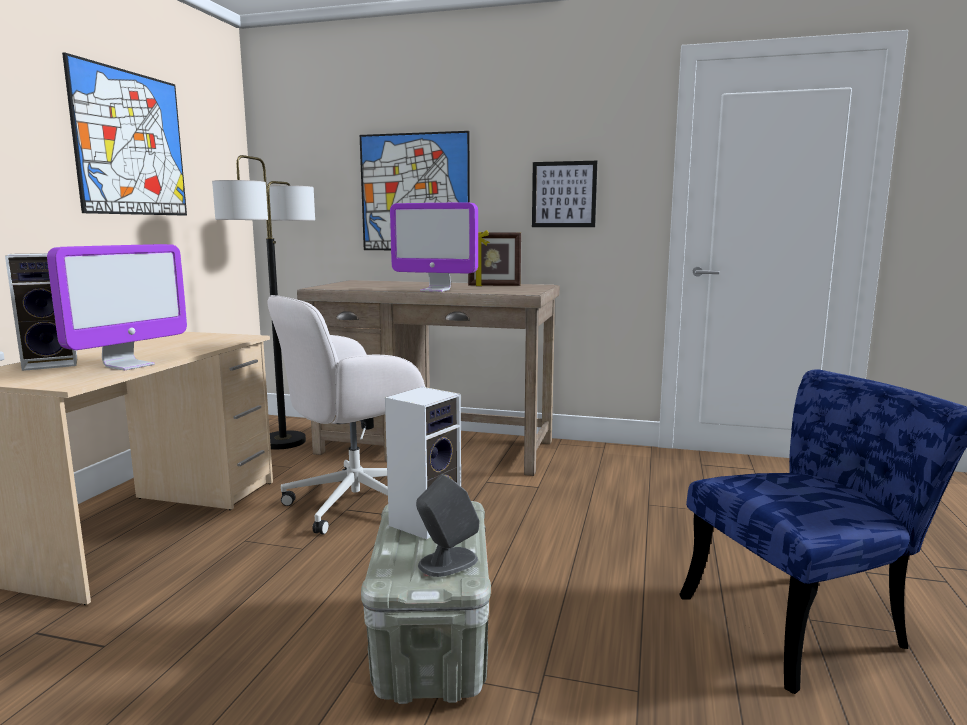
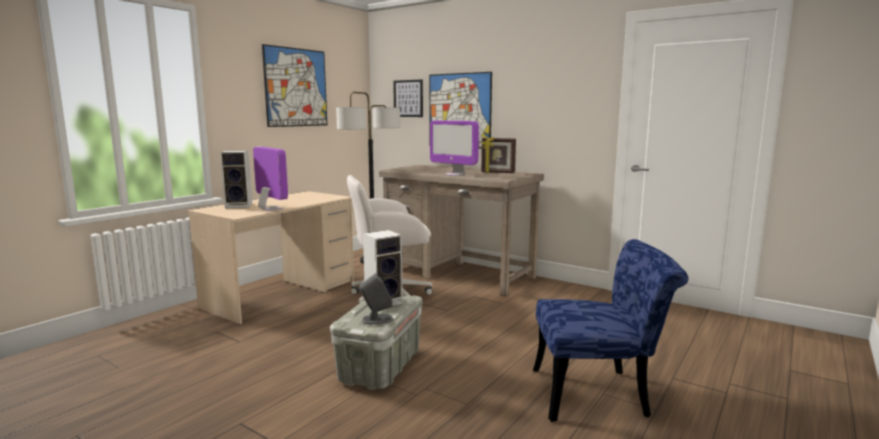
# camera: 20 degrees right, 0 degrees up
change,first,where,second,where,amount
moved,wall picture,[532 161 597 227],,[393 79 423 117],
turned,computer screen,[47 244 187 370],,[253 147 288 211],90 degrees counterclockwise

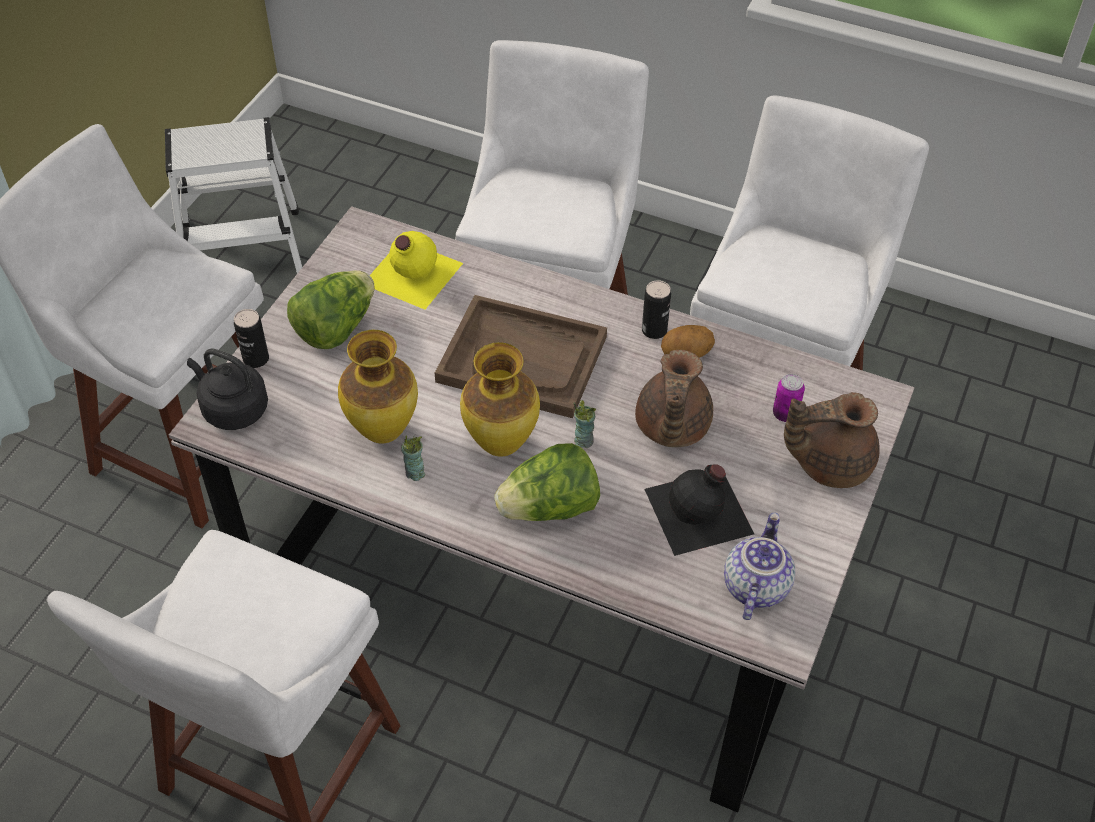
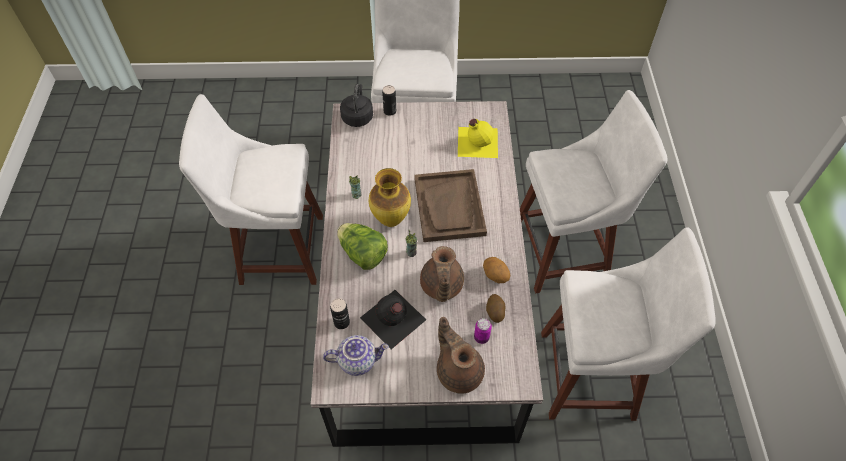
# camera: 65 degrees right, 5 degrees up
change,first,where,second,where,amount
removed,white step ladder,[165 117 302 273],,,
removed,lettuce,[287 270 374 349],,,
moved,sealed can,[642 280 671 339],,[330 298 350 329],
removed,vase,[338 330 418 444],,,
turned,brown tea pot,[635 350 713 447],,[420 246 464 302],75 degrees counterclockwise
added,,,spud,[486 294 505 323],

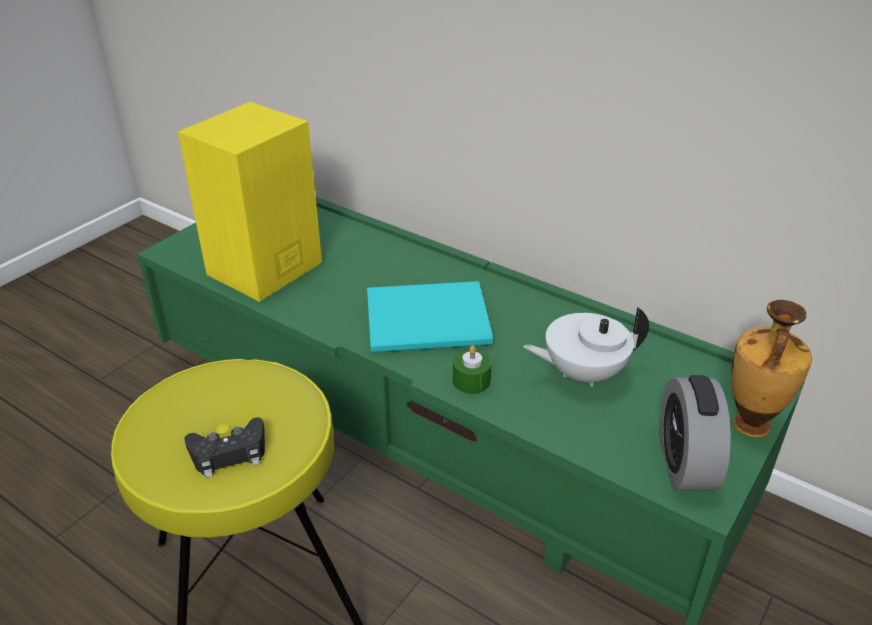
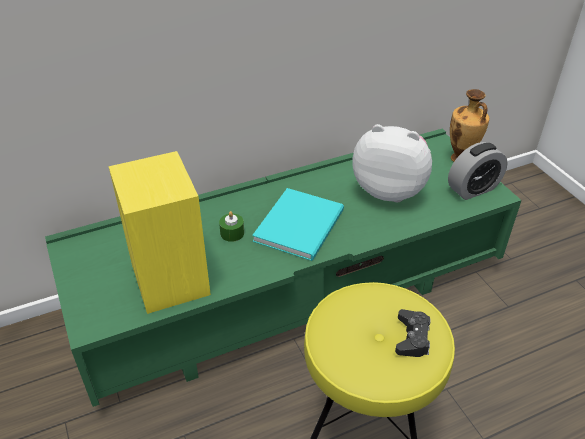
# camera: 60 degrees left, 5 degrees up
change,first,where,second,where,amount
replaced,white tea pot,[523 307 649 387],cuddly toy,[352 124 432 202],
moved,greenish wax candle,[453 346 491 394],,[219 211 244 242],
turned,alarm clock,[660 375 731 491],,[448 142 508 200],60 degrees counterclockwise

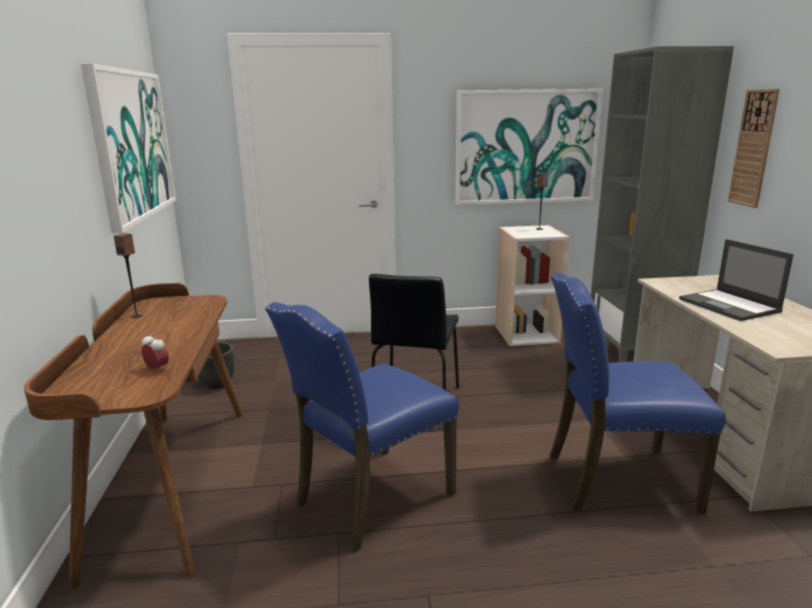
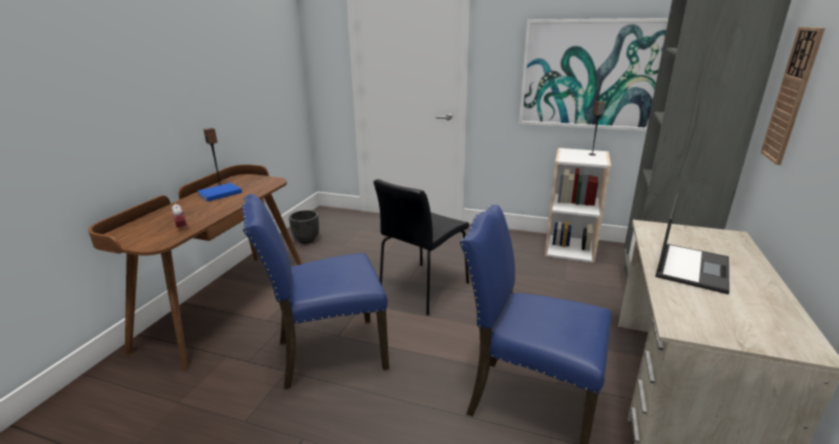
# camera: 25 degrees right, 5 degrees up
change,first,where,second,where,amount
removed,wall picture,[81 64 176 233],,,
turned,laptop,[679 239 794 321],,[655 193 730 294],150 degrees counterclockwise
added,,,blue book,[197 183 242 202],

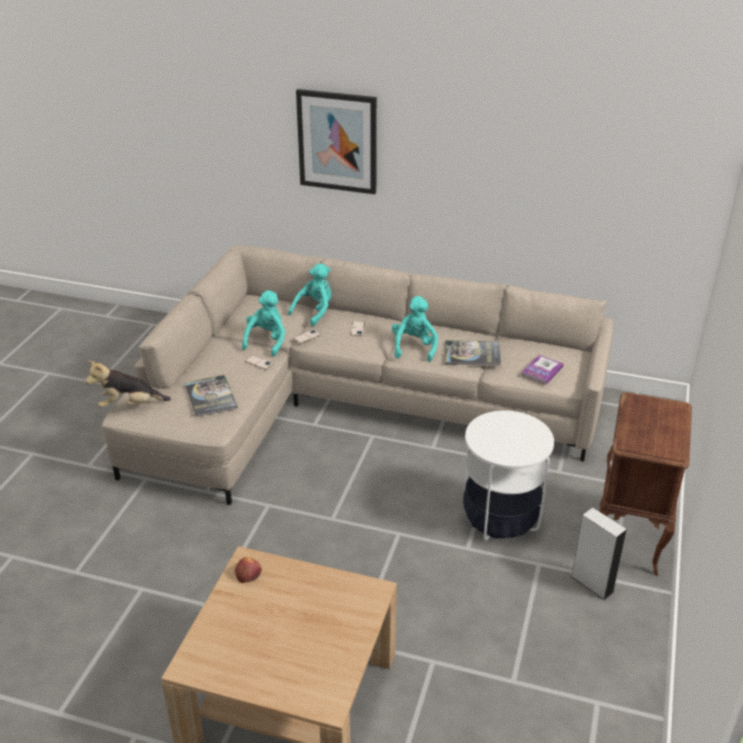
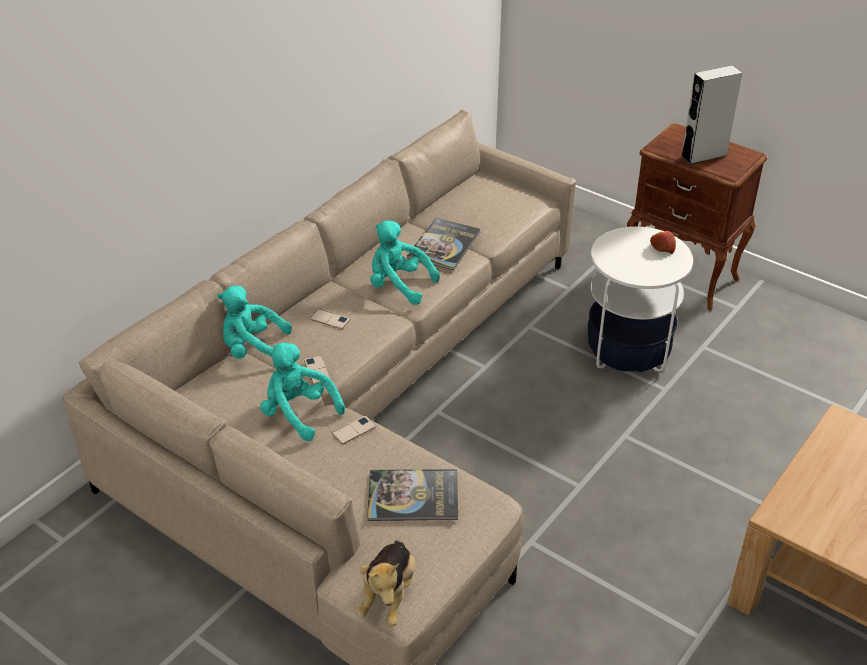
# camera: 70 degrees left, 5 degrees up
change,first,where,second,where,amount
removed,wall picture,[296 89 377 194],,,
turned,turquoise cuddly toy,[288 263 331 326],,[217 286 292 359],60 degrees counterclockwise
removed,book,[522 355 564 384],,,
moved,grey loudspeaker,[571 508 627 600],,[681 65 742 165],
moved,whole apple,[235 557 262 583],,[650 231 676 254],

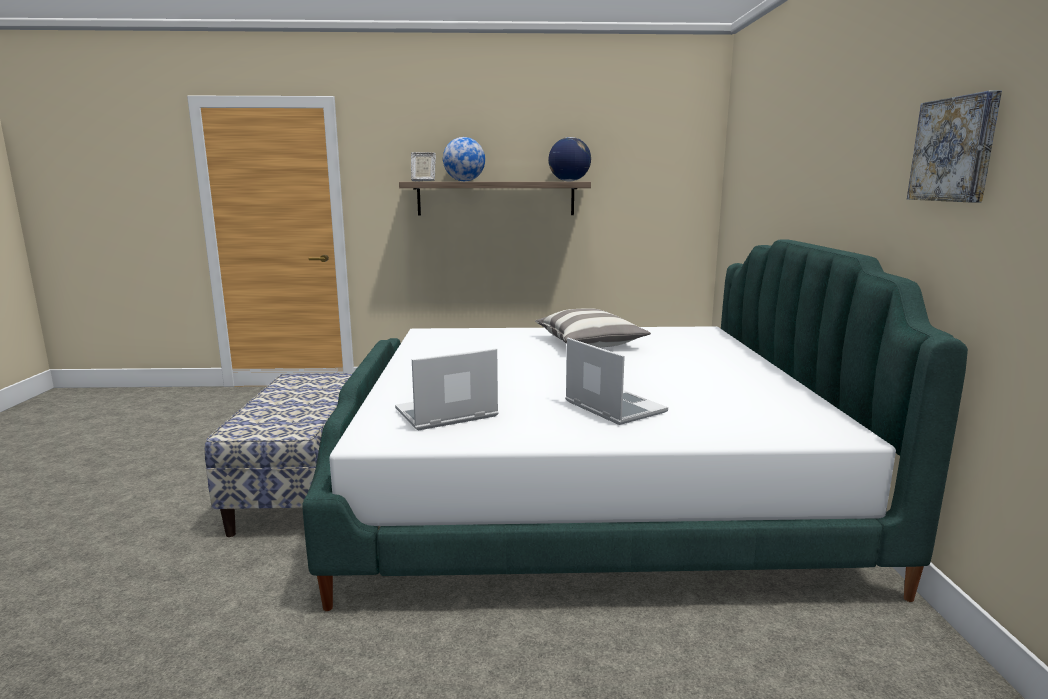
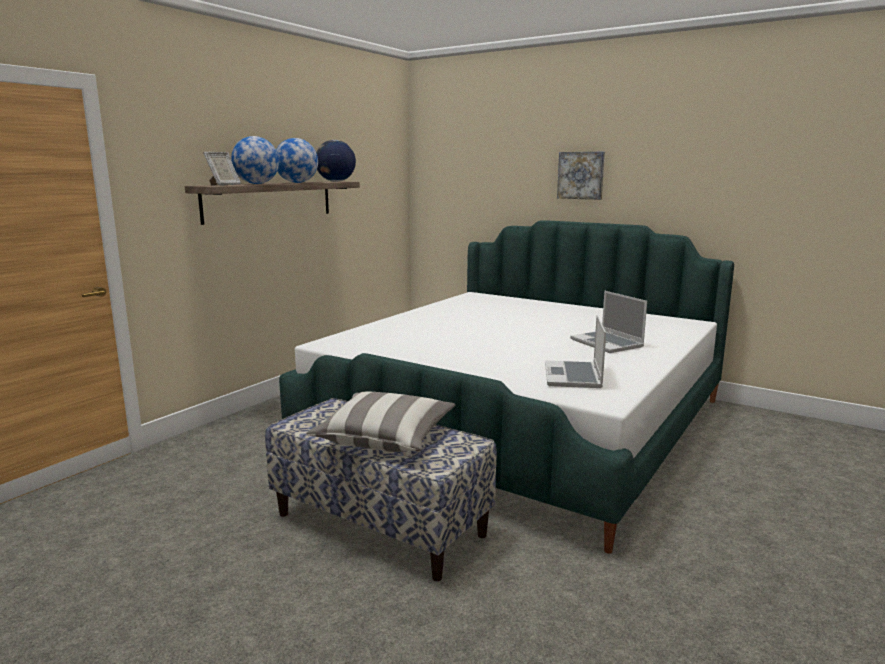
# camera: 55 degrees left, 0 degrees up
change,first,where,second,where,amount
moved,wall picture,[907 90 1002 202],,[557 152 605 200],
moved,pillow,[535 308 651 348],,[306 392 456 452],
turned,laptop,[565 338 668 425],,[570 291 647 353],120 degrees counterclockwise
added,,,world globe,[276 138 318 183],

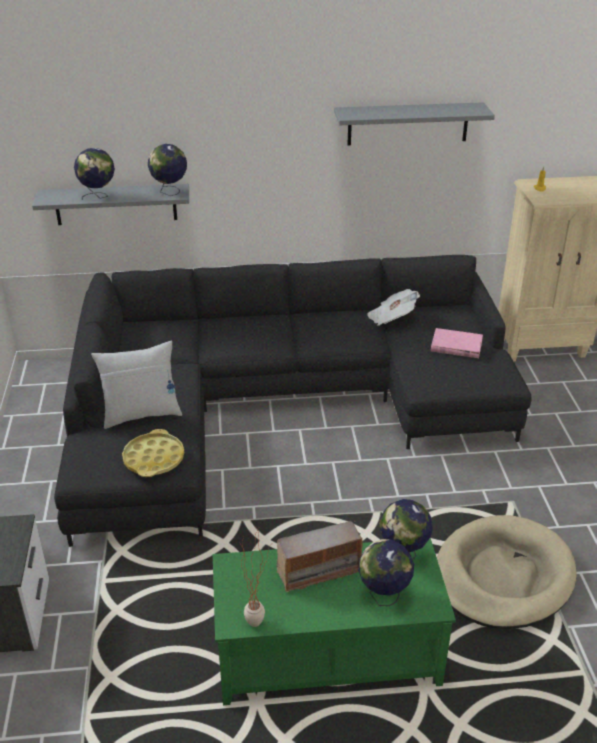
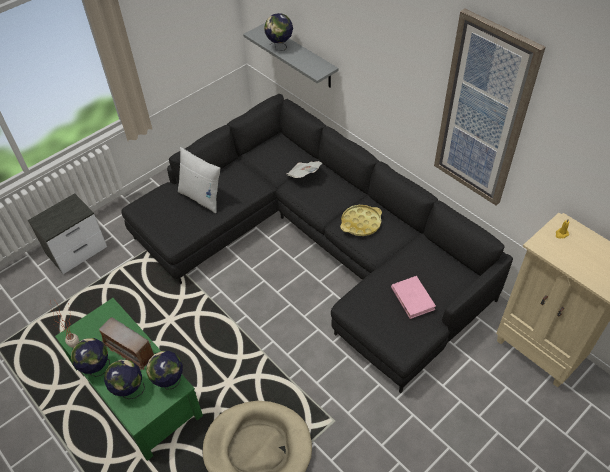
# camera: 55 degrees right, 15 degrees up
change,first,where,second,where,amount
replaced,grey wall shelf,[334 102 495 145],wall picture,[434 9 545 205],
moved,world globe,[148 144 187 196],,[71 338 110 377],
moved,printed paper,[367 289 420 326],,[287 161 323 178],
moved,yellow-coloured serving tray,[122 429 184 477],,[340 205 382 236],

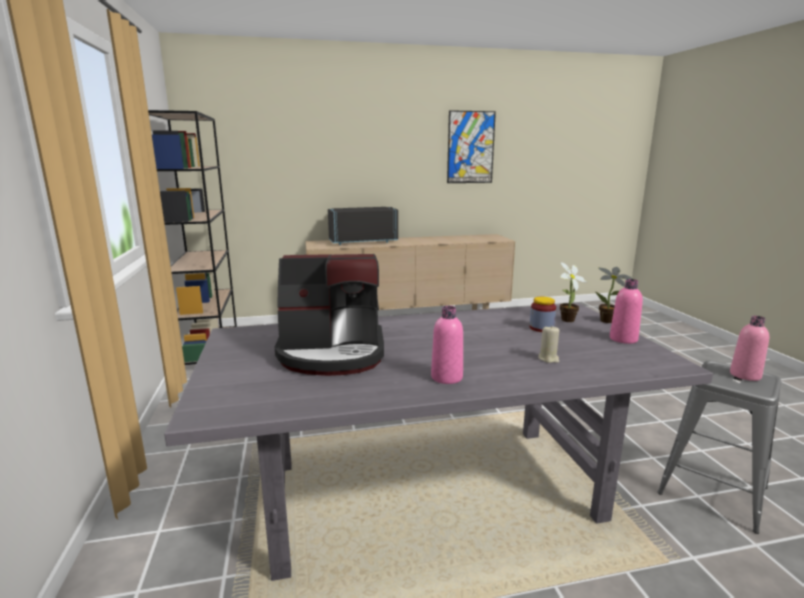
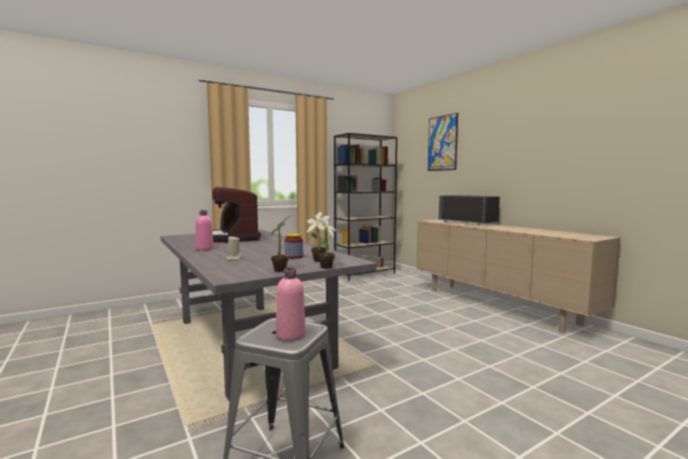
# camera: 70 degrees right, 10 degrees down
change,first,where,second,where,amount
moved,wall picture,[447 110 496 183],,[428 113 458 171],
replaced,pink-coloured drink bottle,[610 279 643 344],potted plant,[269 216 290 272],

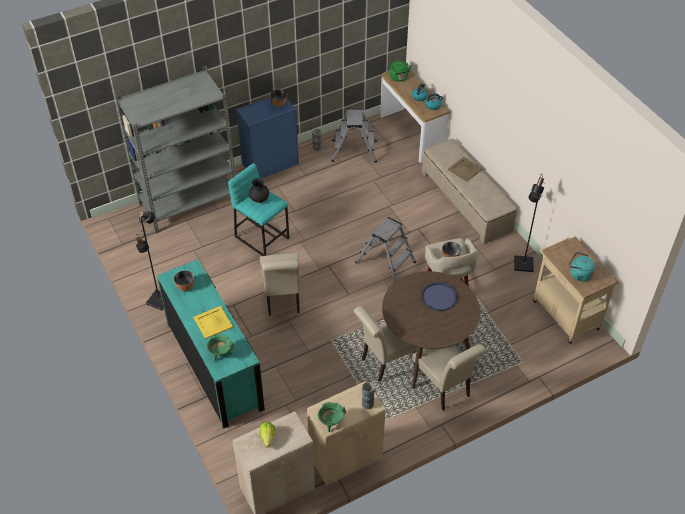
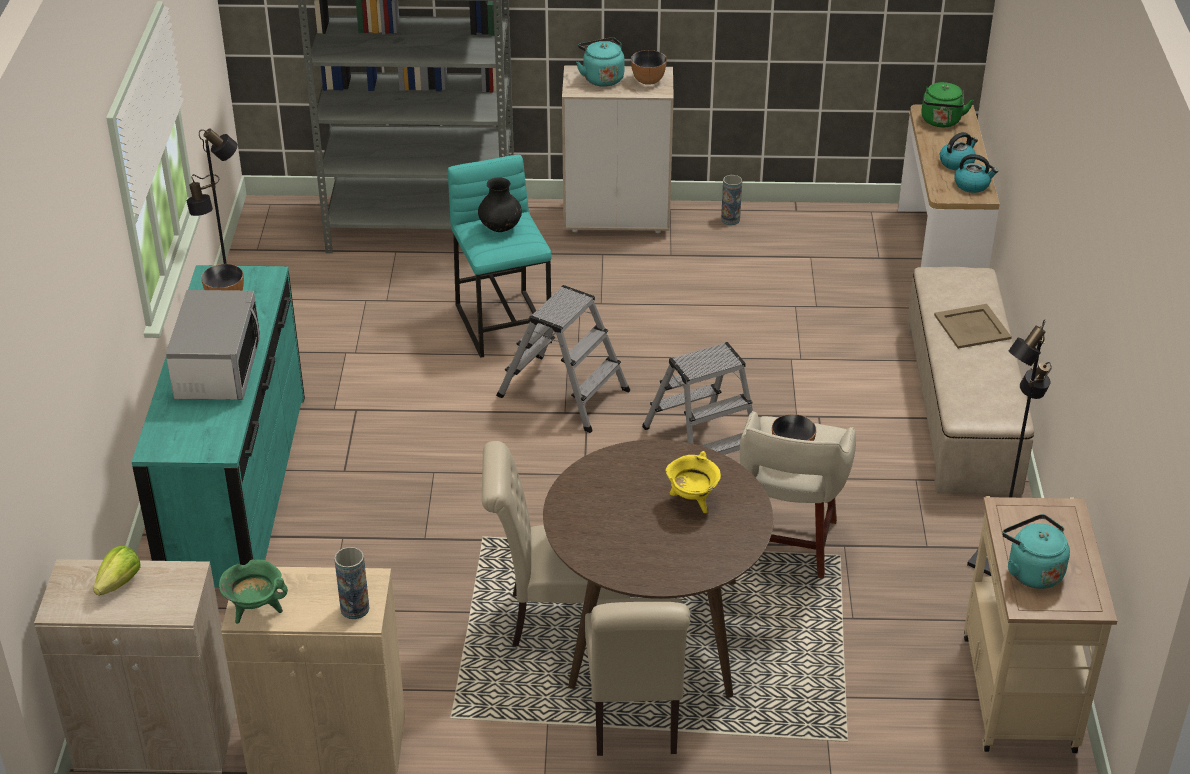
# camera: 30 degrees right, 10 degrees down
change,first,where,second,where,amount
recoloured,blue cupboard,[236 98 299 178],sand-coloured cupboard,[562 65 674 233],
moved,grey step ladder,[331 109 377 163],,[496 285 630 433],
removed,sand-coloured plain chair,[260 253 300 316],,,
replaced,blue serving tray,[421 282 458 311],yellow-coloured stockpot,[666 451 721 513],
replaced,yellow-coloured serving tray,[193 306 233 339],microwave,[166 290 260 400],
removed,greenish stockpot,[206 334 234 361],,,
added,,,turquoise water kettle,[576 37 625 87],

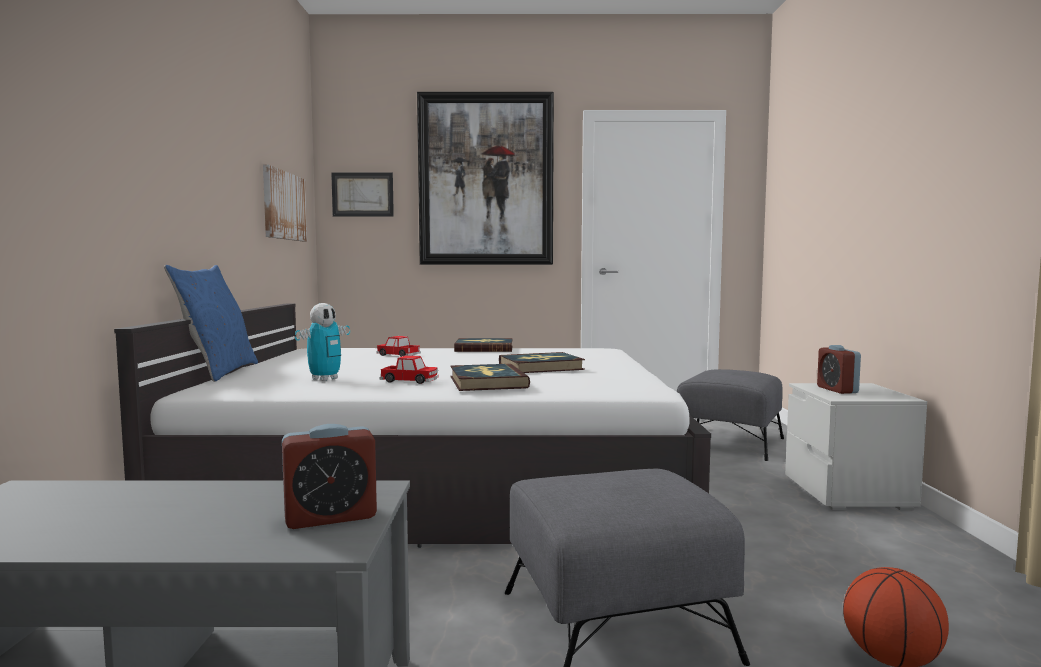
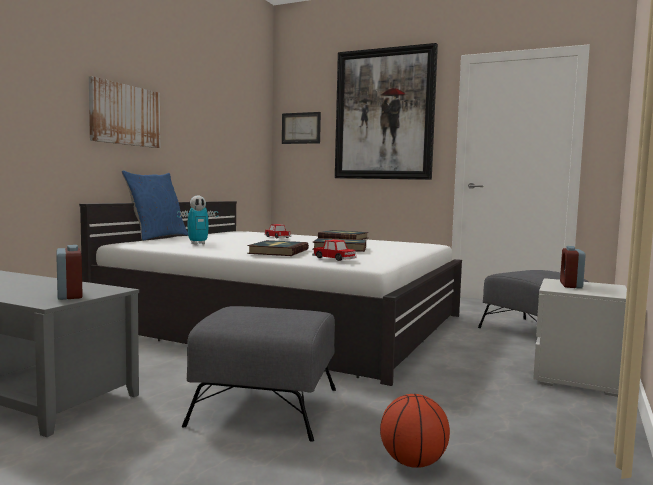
# camera: 25 degrees right, 0 degrees up
change,first,where,second,where,amount
moved,wall picture,[263 165 307 241],,[89 76 160 148],
moved,toy car,[379 355 438 384],,[312 239 356 261],
turned,alarm clock,[282 424 377 529],,[56 245 83 300],120 degrees counterclockwise

